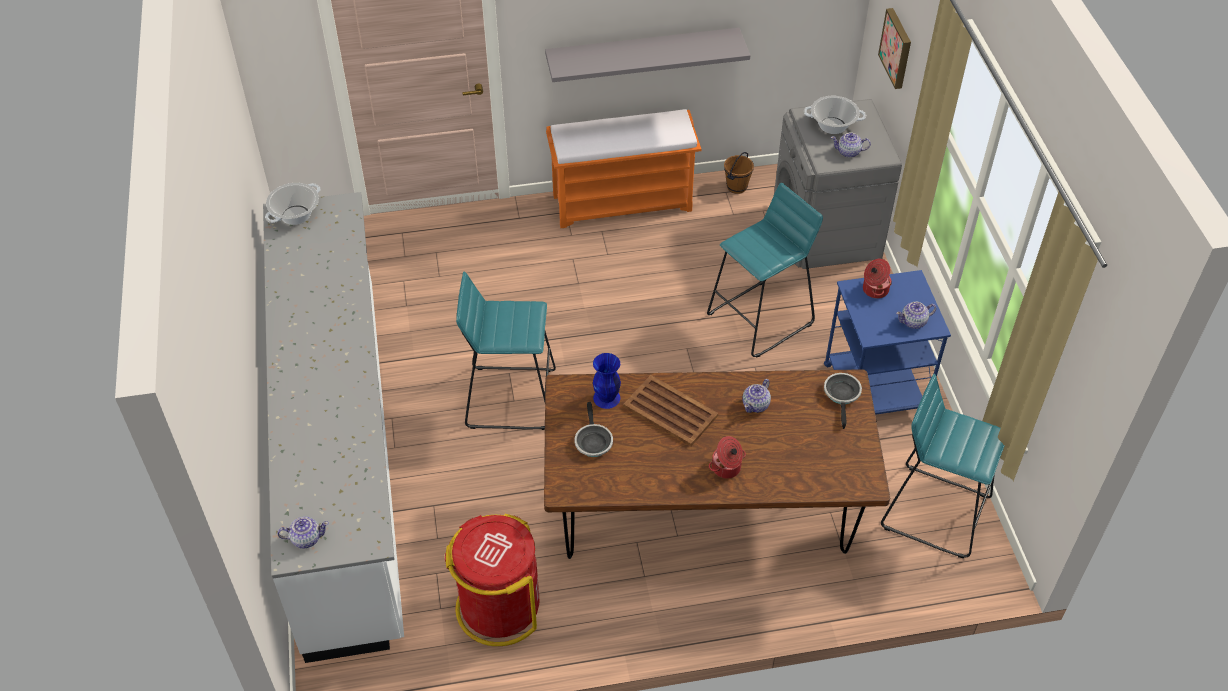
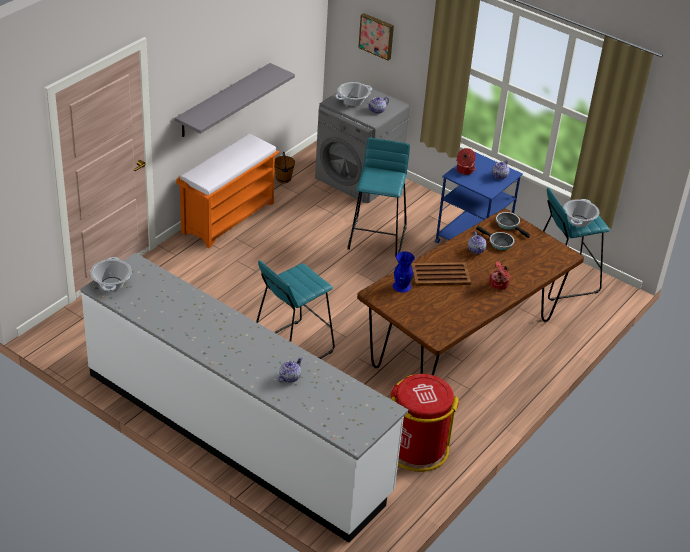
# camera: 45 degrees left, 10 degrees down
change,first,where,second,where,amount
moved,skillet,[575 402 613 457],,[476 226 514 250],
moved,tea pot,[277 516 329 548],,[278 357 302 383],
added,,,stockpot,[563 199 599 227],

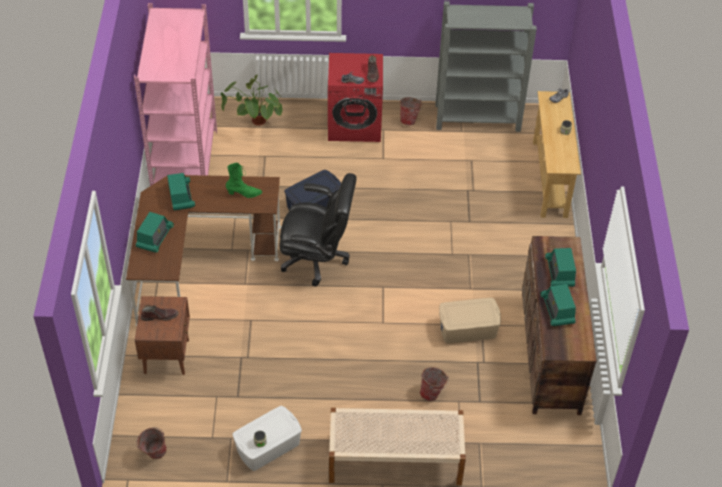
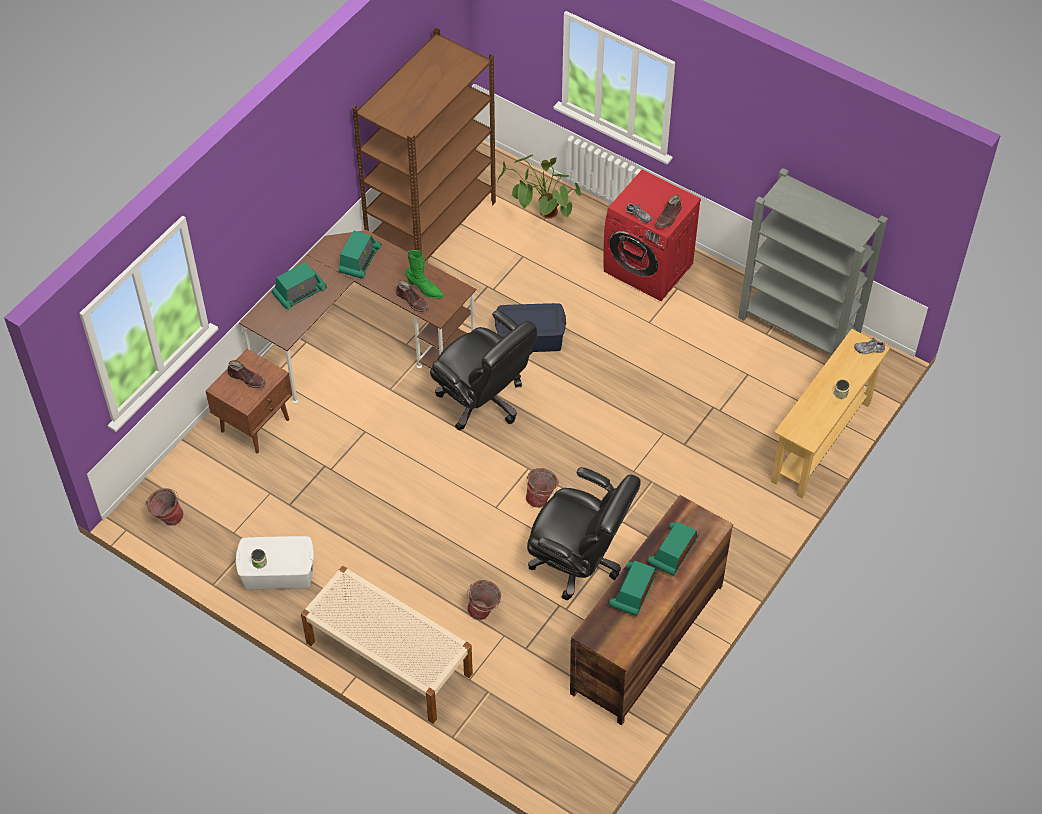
# camera: 35 degrees right, 5 degrees up
change,first,where,second,where,amount
recoloured,pink-coloured bookshelf,[134 3 217 186],brown bookshelf,[352 27 496 262],
moved,pail,[400 97 423 125],,[526 468 559 508],
replaced,sand-coloured storage bin,[439 298 501 344],black desk chair,[527 467 641 600],
added,,,brown boot,[396 280 429 312],

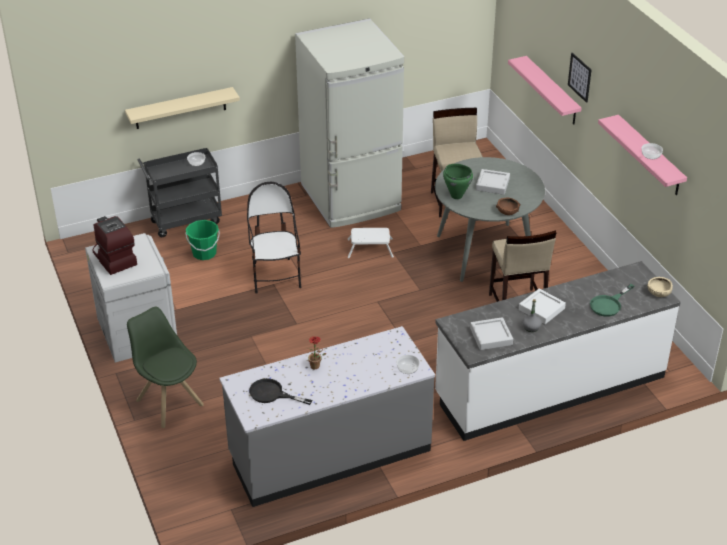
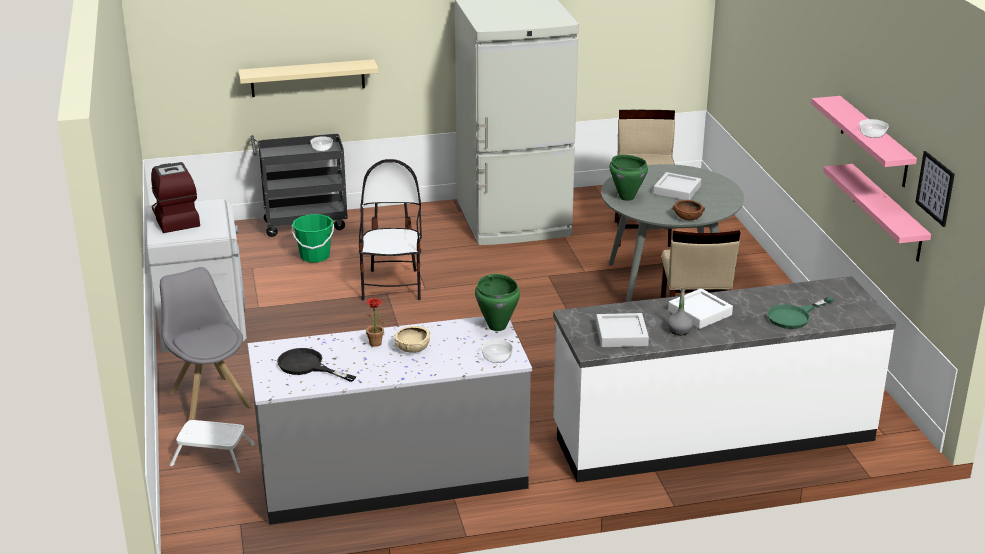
# camera: 10 degrees right, 10 degrees down
change,first,where,second,where,amount
moved,wall picture,[568 53 591 103],,[915 151 955 227],
moved,pink-coloured wall shelf,[508 56 582 124],,[823 164 931 262],
moved,white step ladder,[347 228 394 258],,[170 420 255 473],
moved,sand-coloured deep dish,[647 276 673 297],,[394 326 430 353],
recoloured,greenish plain chair,[127 307 204 428],grey plain chair,[160 267 252 420],
added,,,greenish stockpot,[475 274 520 331],

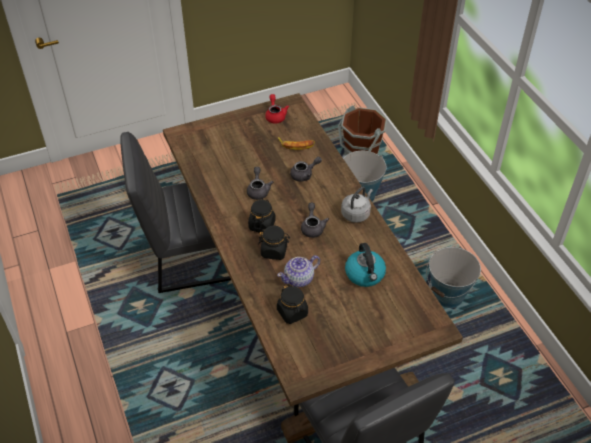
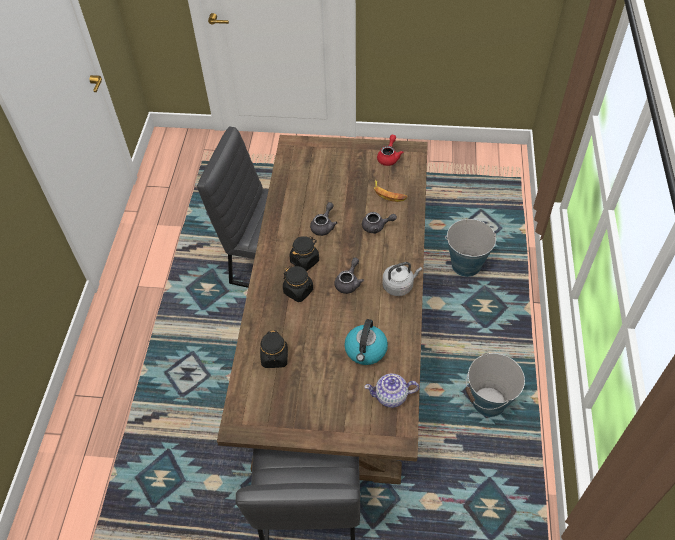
# camera: 30 degrees right, 5 degrees up
change,first,where,second,where,amount
removed,brown pail,[338 105 387 154],,,
moved,tea pot,[277 255 320 287],,[364 373 419 408],

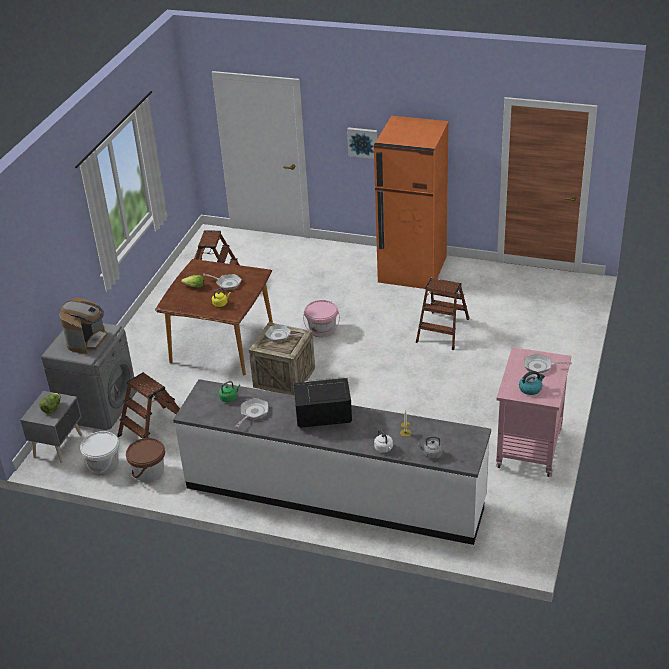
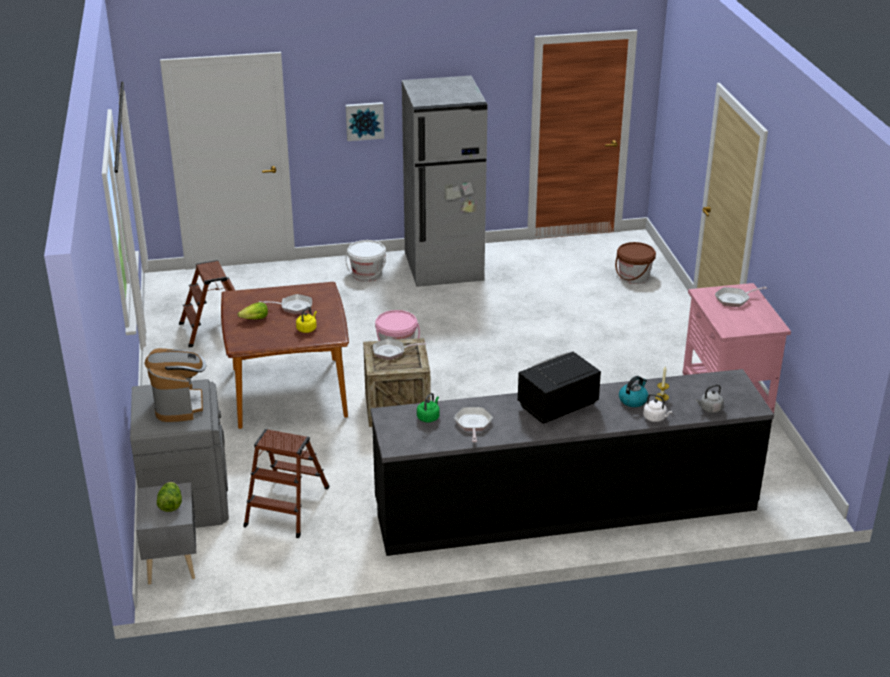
# camera: 30 degrees left, 5 degrees down
change,first,where,second,where,amount
recoloured,orange-coloured kitchen fridge,[374 116 449 289],grey kitchen fridge,[402 76 488 287],
removed,brown step ladder,[416 278 470 350],,,
moved,water kettle,[519 371 545 395],,[619 376 648 407],
recoloured,white kitchen base unit,[173 379 491 545],black kitchen base unit,[370 369 774 556],
moved,white pail,[80 431 119 475],,[345 240 386 282],
moved,brown pail,[126 438 165 482],,[615 242 656 284],

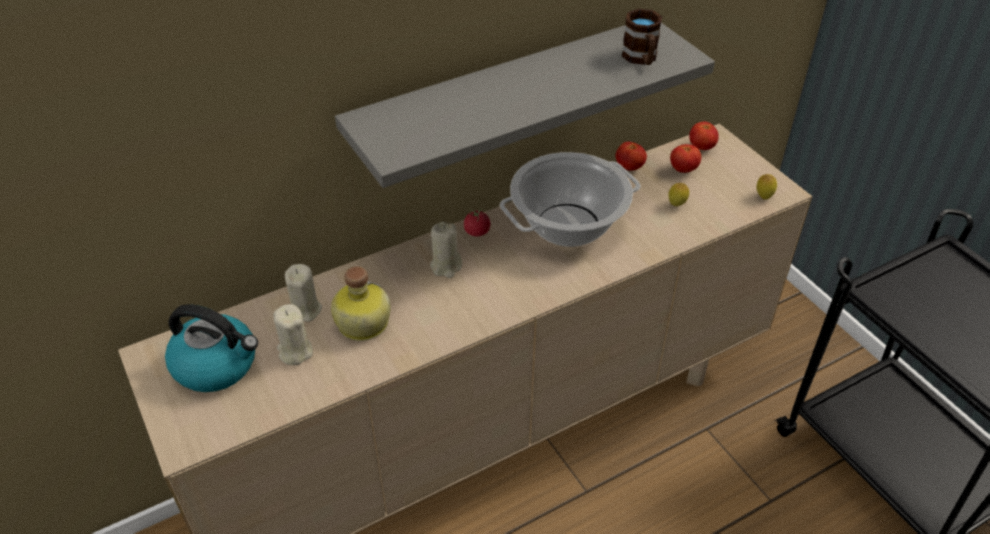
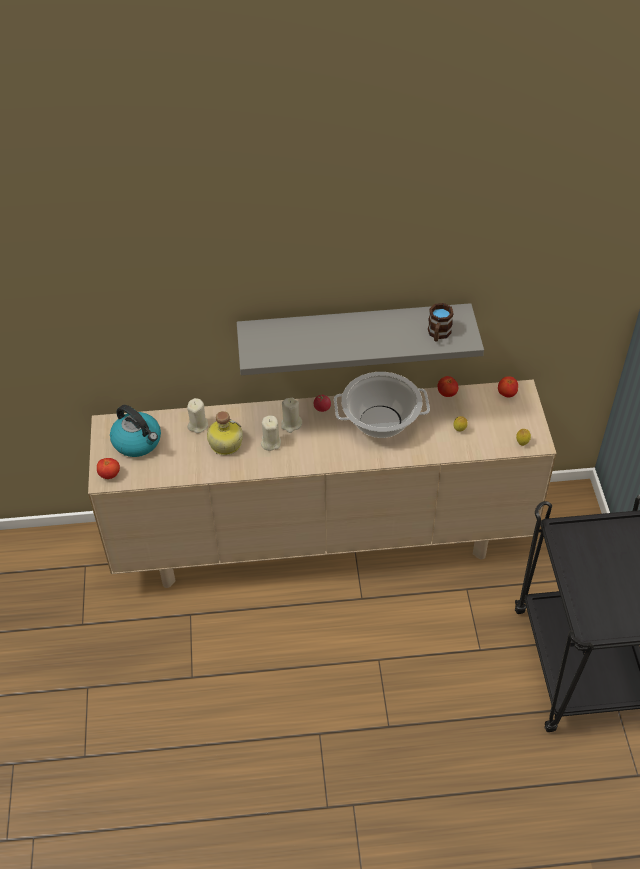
# camera: 25 degrees right, 5 degrees up
change,first,where,second,where,amount
moved,tomato,[670 144 701 173],,[97 458 120 479],
moved,sand-coloured wax candle,[273 304 313 365],,[261 415 281 451],

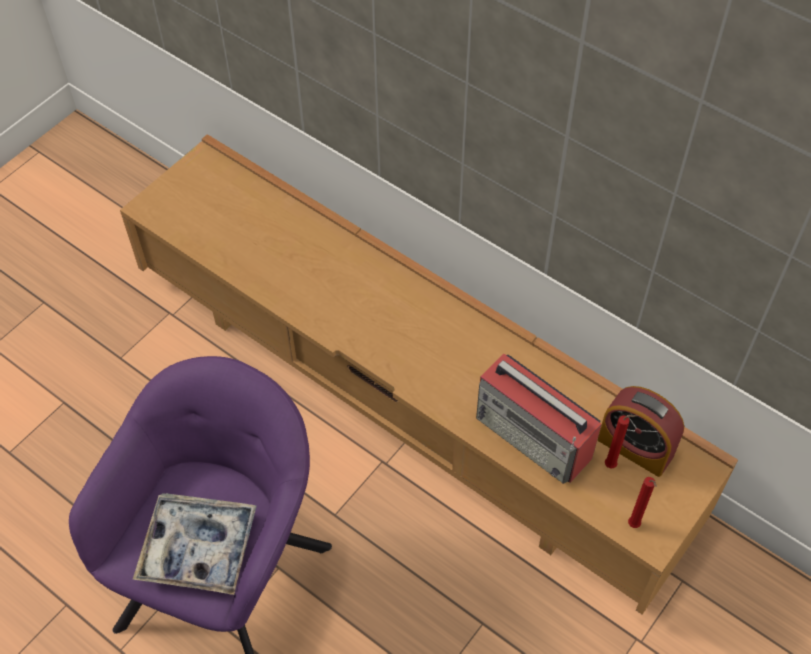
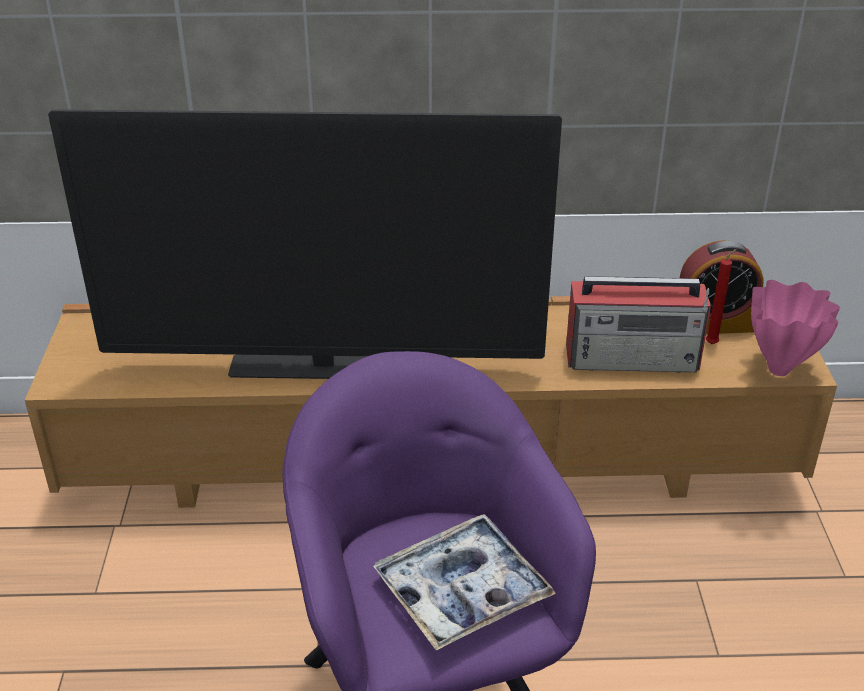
# camera: 40 degrees left, 20 degrees down
change,first,where,second,where,amount
replaced,red wax candle,[628 477 657 528],pink-coloured vase,[751 280 840 376],
added,,,TV,[48 109 562 379],

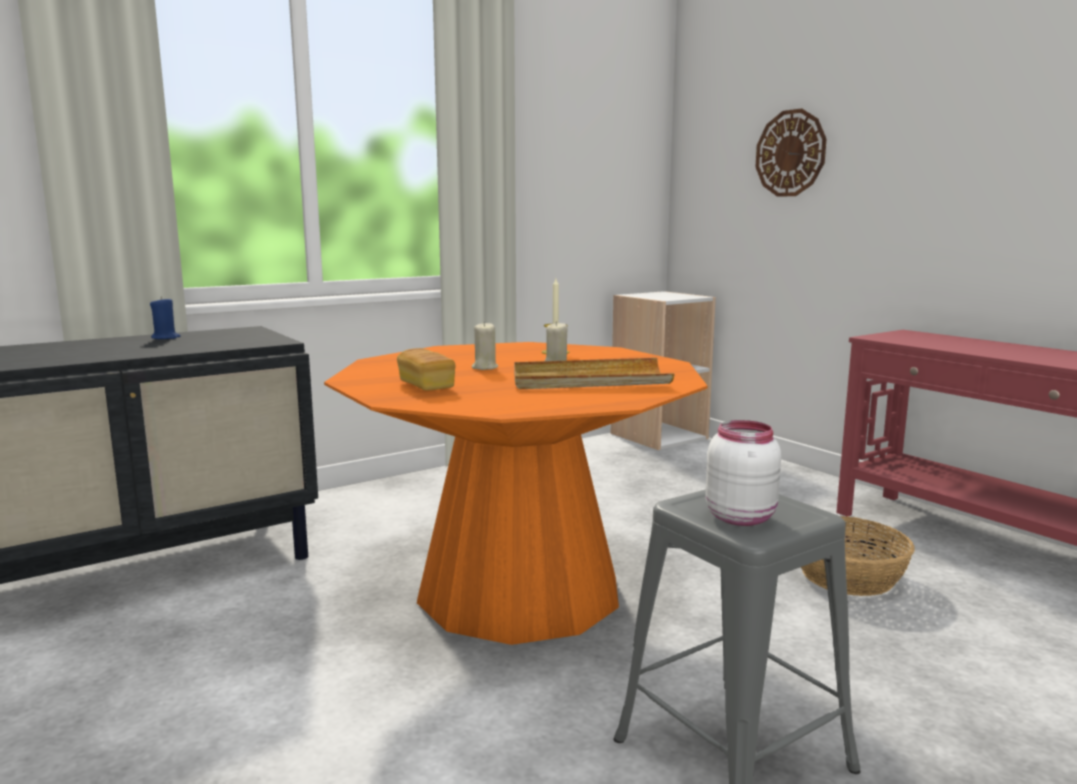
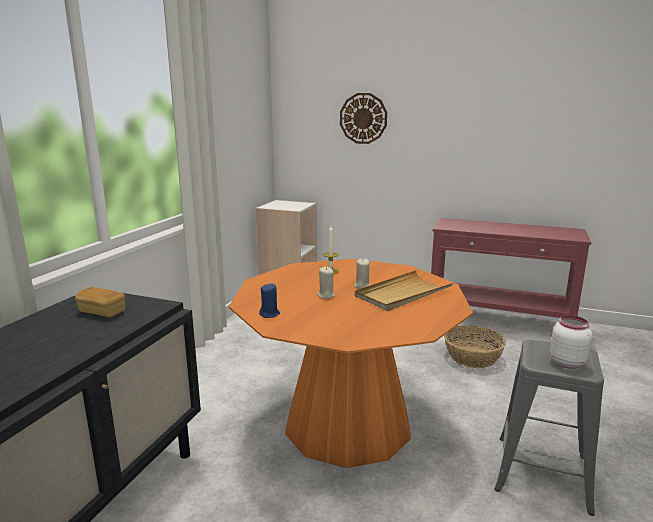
# camera: 35 degrees left, 5 degrees up
change,first,where,second,where,amount
moved,blue wax candle,[150 296 181 339],,[259 283 280 318],
moved,bread,[397 348 455 391],,[75 287 126 317],

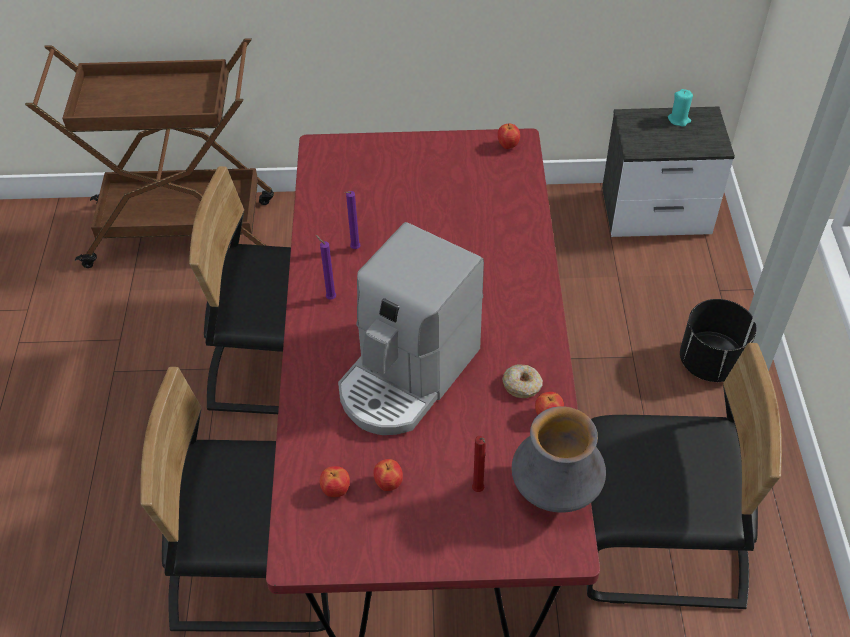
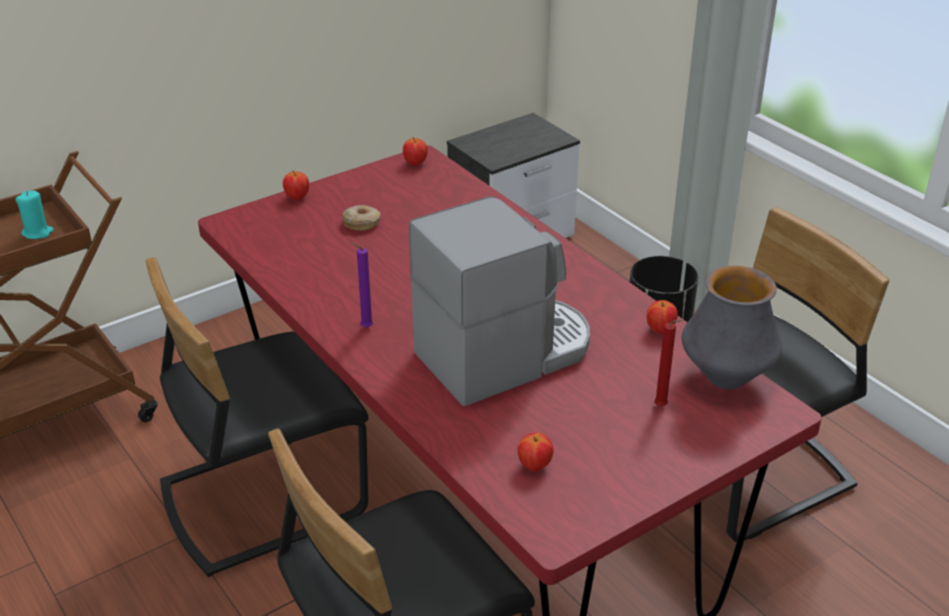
# camera: 35 degrees left, 15 degrees down
change,first,where,second,where,amount
moved,turquoise wax candle,[668 89 693 127],,[16 190 54 239],
removed,purple wax candle,[345 191 361 249],,,
turned,coffee machine,[338 222 484 435],,[409 196 590 406],120 degrees counterclockwise
moved,ring doughnut,[502 364 543 398],,[342 205 380 231],
moved,whole apple,[373 459 403 491],,[283 171 309 200],

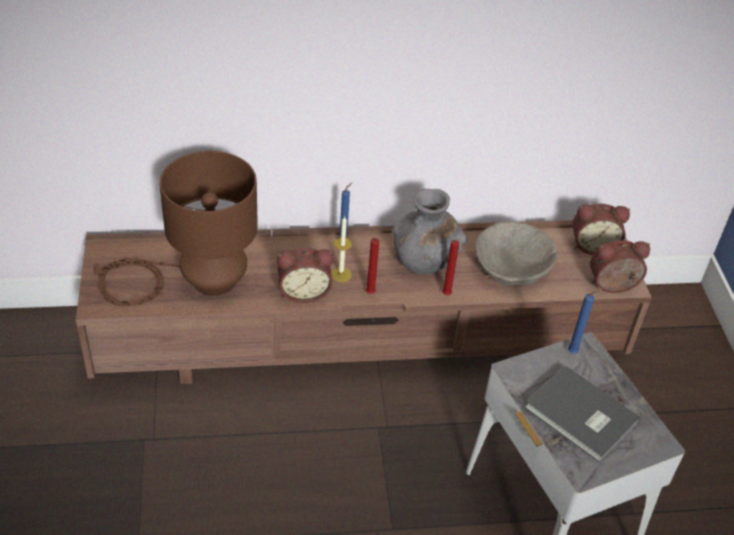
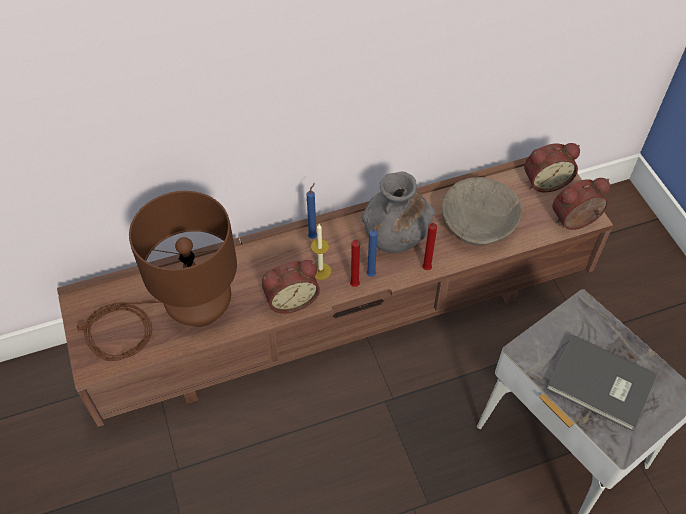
# camera: 10 degrees left, 10 degrees up
change,first,where,second,where,amount
moved,blue wax candle,[568 290 602 354],,[366 225 382 277],

